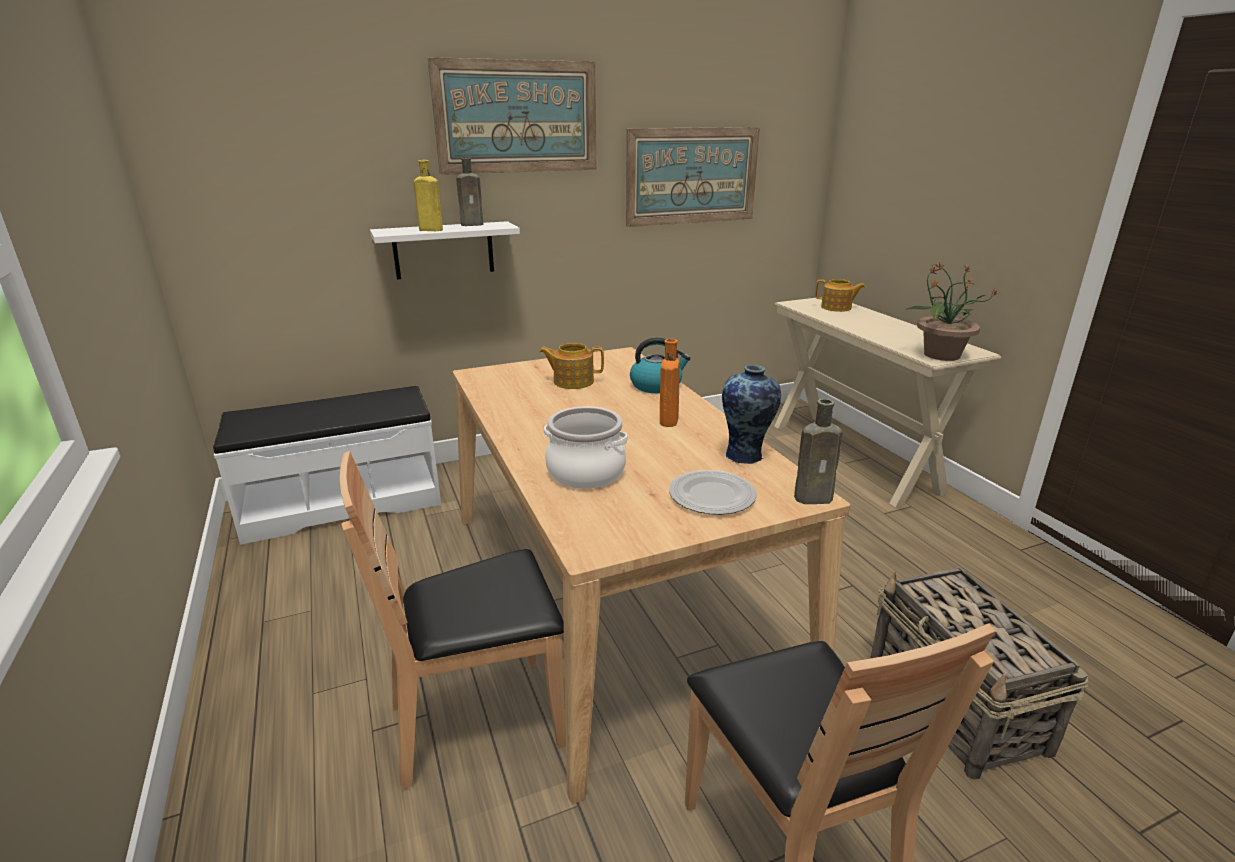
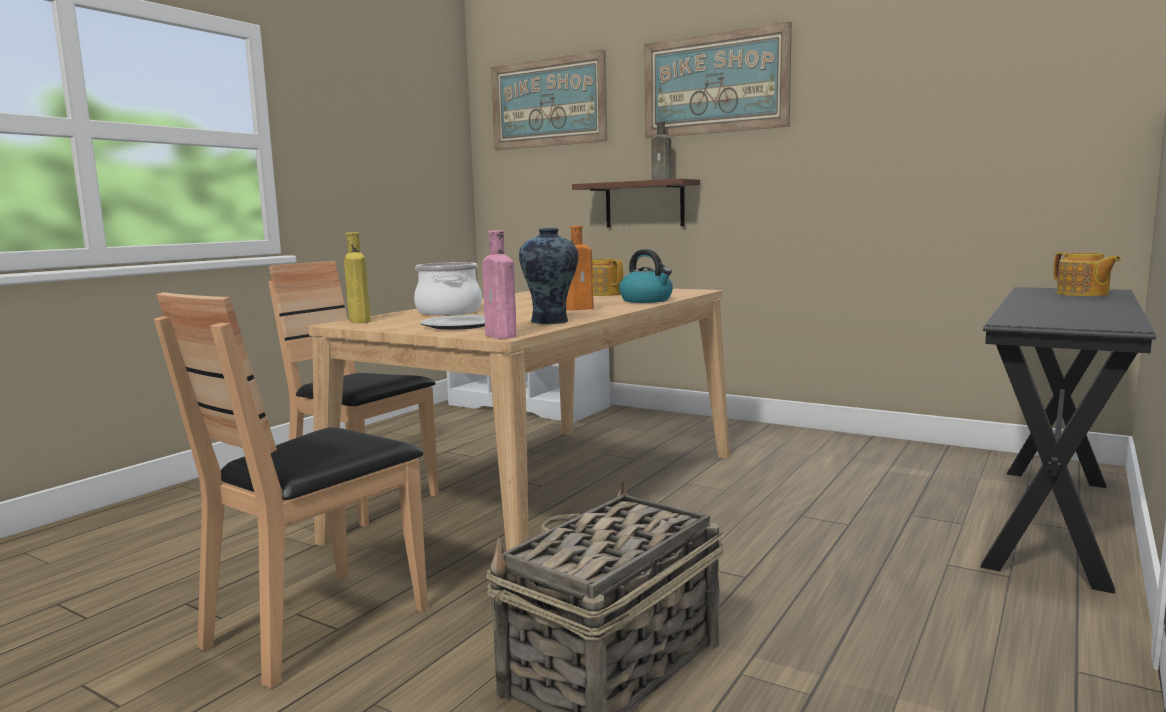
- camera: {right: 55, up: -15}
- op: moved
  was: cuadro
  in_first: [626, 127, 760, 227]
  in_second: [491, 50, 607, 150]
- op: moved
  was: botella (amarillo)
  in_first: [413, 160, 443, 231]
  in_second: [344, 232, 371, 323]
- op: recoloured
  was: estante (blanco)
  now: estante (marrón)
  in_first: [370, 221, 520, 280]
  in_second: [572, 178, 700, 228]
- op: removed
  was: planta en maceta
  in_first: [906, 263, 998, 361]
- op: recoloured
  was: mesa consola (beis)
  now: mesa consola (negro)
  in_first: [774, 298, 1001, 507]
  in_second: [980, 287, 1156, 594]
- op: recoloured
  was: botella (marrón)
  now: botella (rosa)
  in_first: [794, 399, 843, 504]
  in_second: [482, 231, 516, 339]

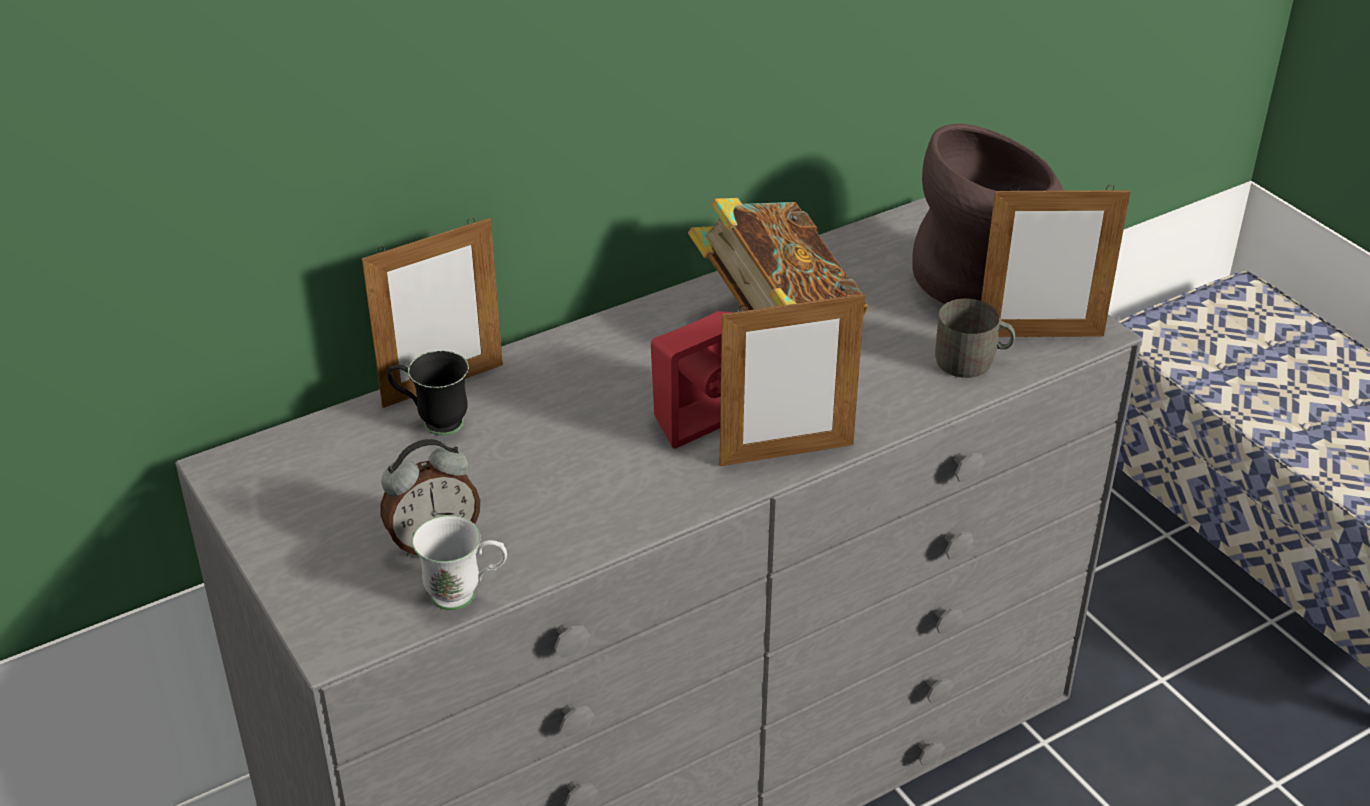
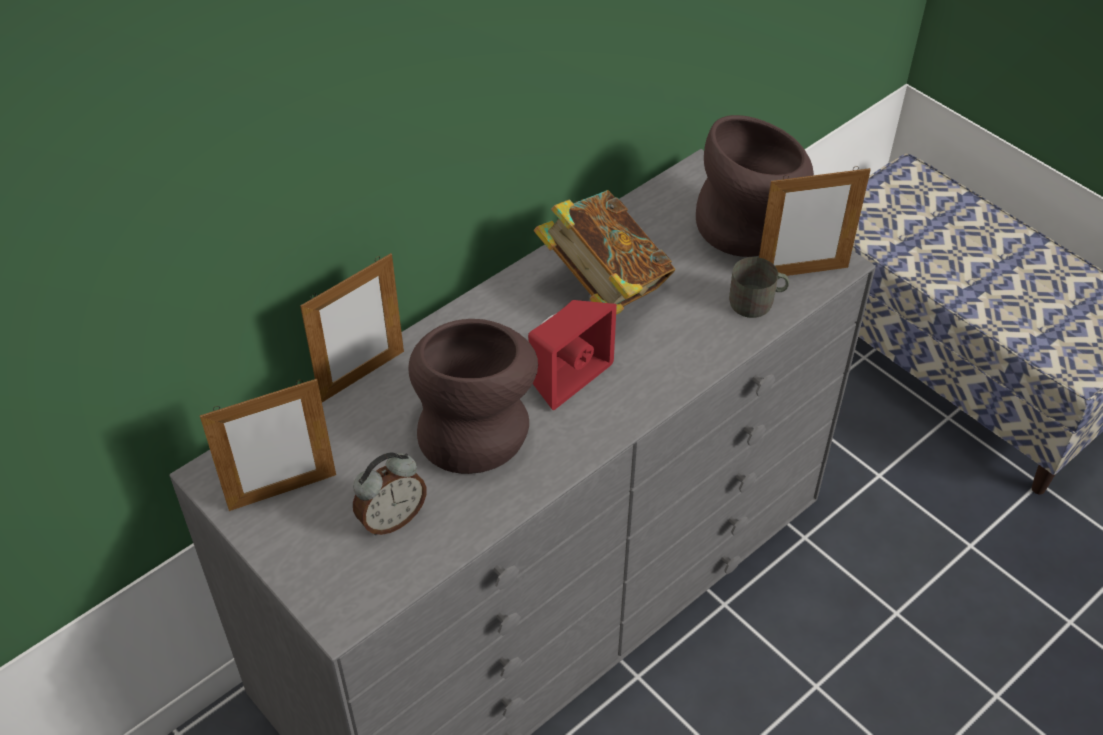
- camera: {right: -10, up: 10}
- op: moved
  was: portarretratos
  in_first: [720, 291, 865, 466]
  in_second: [200, 379, 336, 511]
- op: removed
  was: taza grande (negro)
  in_first: [388, 351, 469, 435]
- op: removed
  was: taza grande (blanco)
  in_first: [412, 516, 507, 610]
- op: added
  now: florero (marrón)
  in_second: [408, 319, 538, 474]

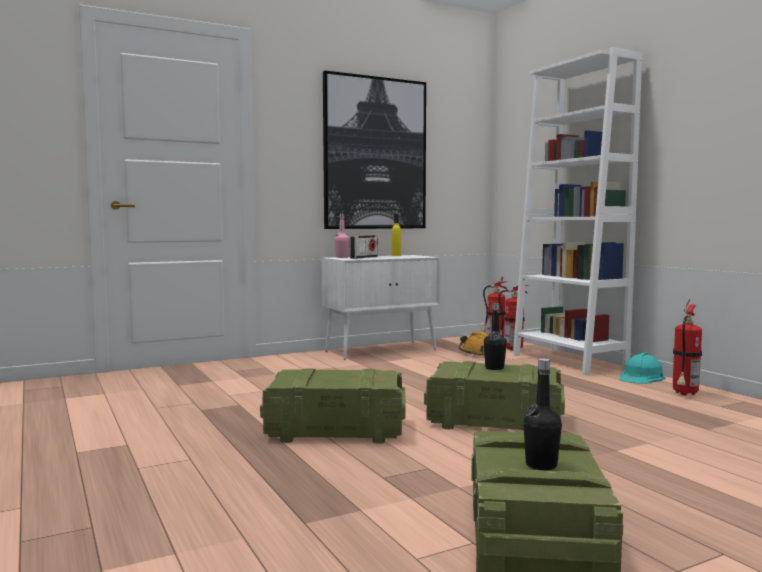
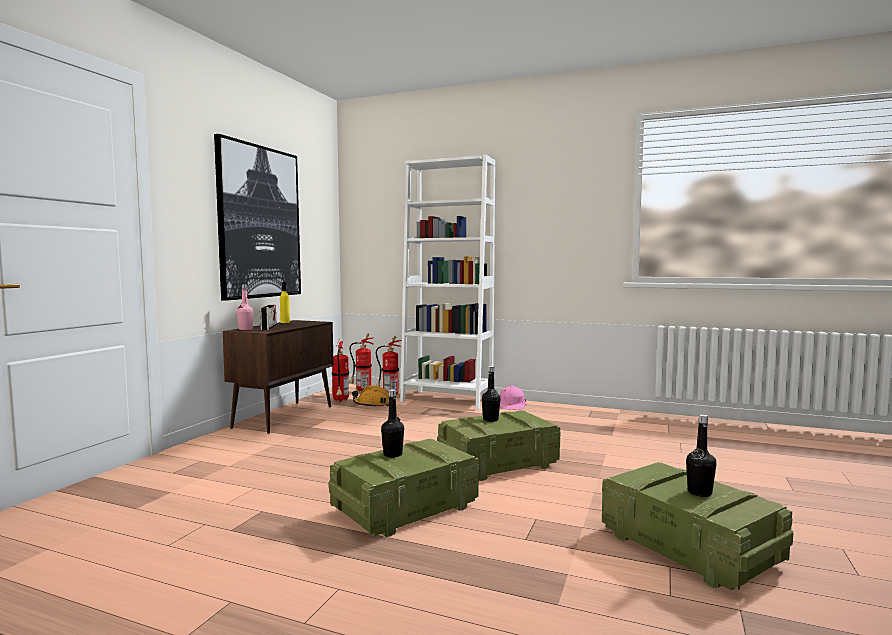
- camera: {right: -40, up: 0}
- op: recoloured
  was: armario (blanco)
  now: armario (marrón)
  in_first: [322, 255, 440, 360]
  in_second: [223, 320, 334, 434]
- op: moved
  was: extintor
  in_first: [673, 299, 702, 395]
  in_second: [332, 340, 349, 402]
- op: recoloured
  was: casco (turquesa)
  now: casco (rosa)
  in_first: [619, 353, 665, 384]
  in_second: [500, 385, 527, 410]
- op: added
  now: botella (negro)
  in_second: [381, 389, 404, 458]

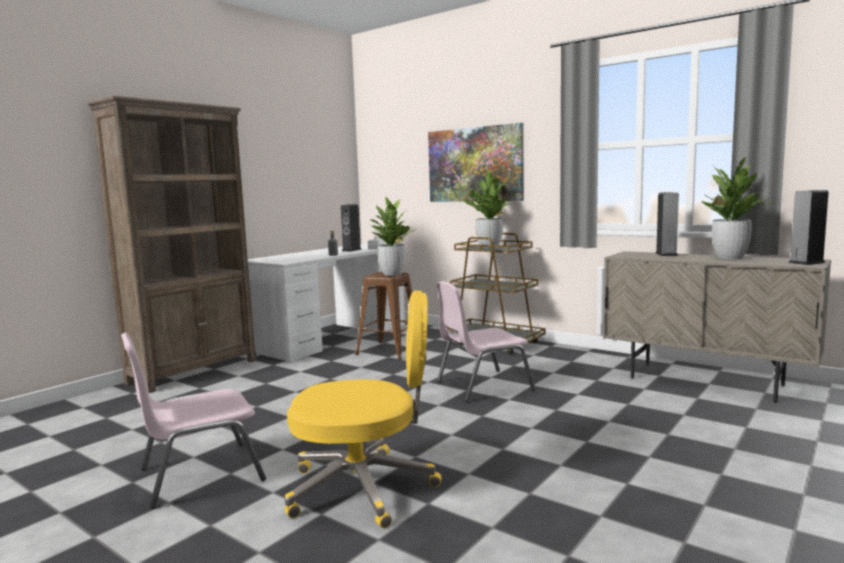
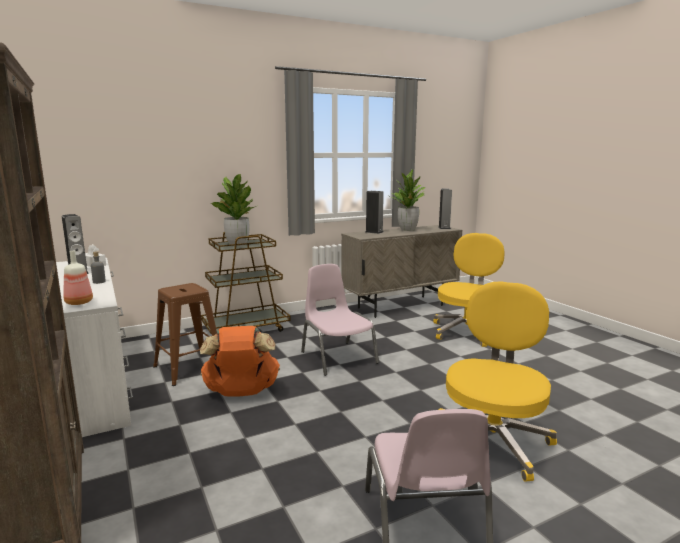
- camera: {right: -65, up: 5}
- op: removed
  was: cuadro
  in_first: [428, 123, 524, 202]
- op: removed
  was: planta en maceta
  in_first: [370, 197, 416, 276]
- op: turned
  was: silla (rosa)
  in_first: [437, 281, 535, 402]
  in_second: [301, 264, 379, 376]
  clockwise: 150
- op: added
  now: silla de oficina (amarillo)
  in_second: [433, 233, 505, 347]
- op: added
  now: botella
  in_second: [63, 251, 93, 305]
- op: added
  now: mochila (naranja)
  in_second: [200, 326, 280, 397]

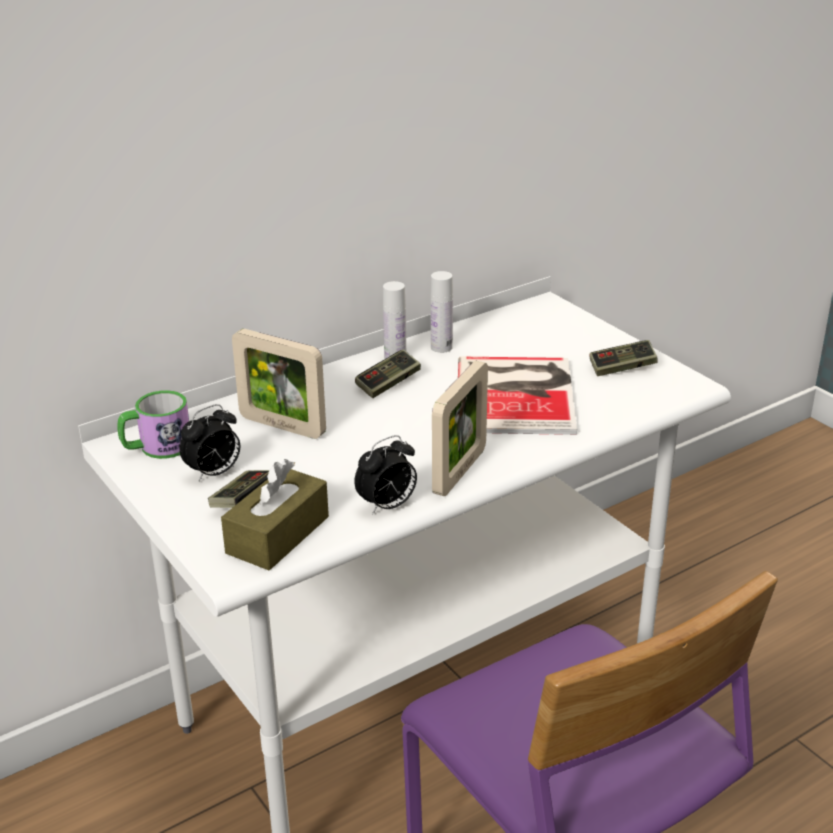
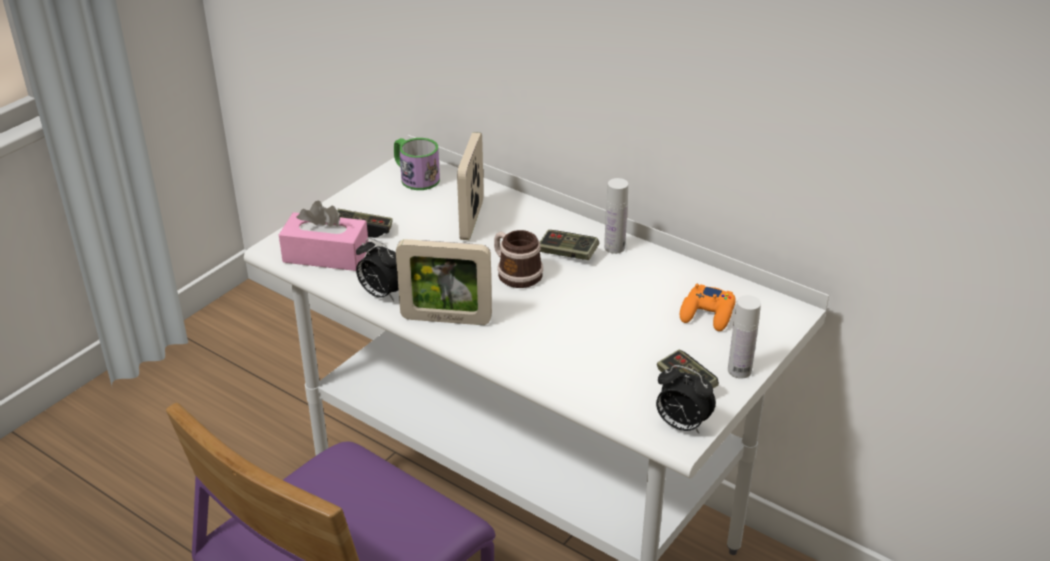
- camera: {right: 70, up: 5}
- op: moved
  was: botella (blanco)
  in_first: [430, 271, 453, 353]
  in_second: [728, 295, 761, 379]
- op: removed
  was: libro
  in_first: [458, 356, 577, 435]
- op: moved
  was: despertador
  in_first: [179, 404, 240, 481]
  in_second: [656, 365, 716, 434]
- op: recoloured
  was: caja de pañuelos (marrón)
  now: caja de pañuelos (rosa)
  in_first: [221, 459, 329, 570]
  in_second: [279, 201, 368, 271]
- op: added
  now: taza grande
  in_second: [494, 230, 543, 288]
- op: added
  now: mando de consola (naranja)
  in_second: [680, 284, 736, 331]

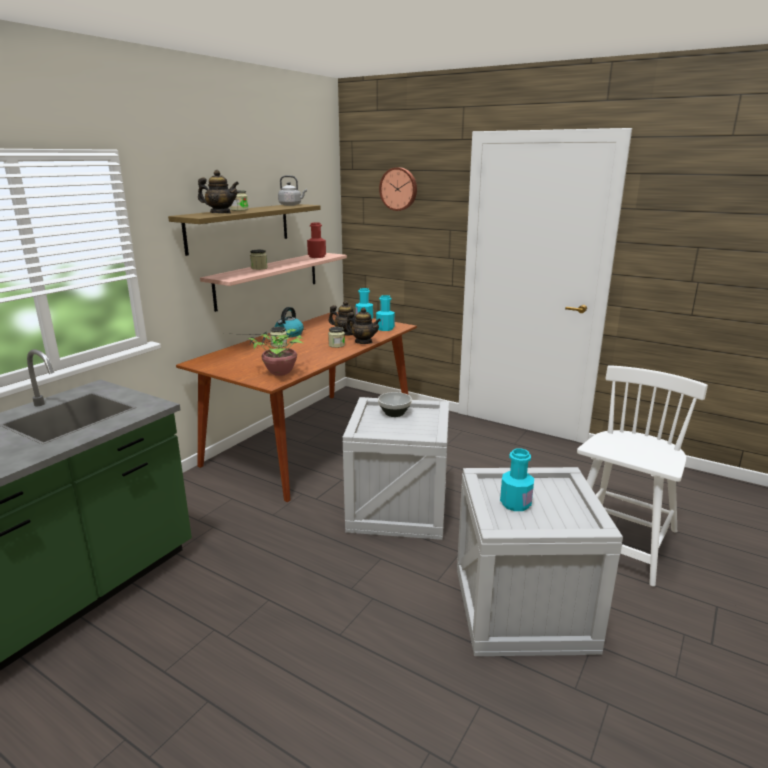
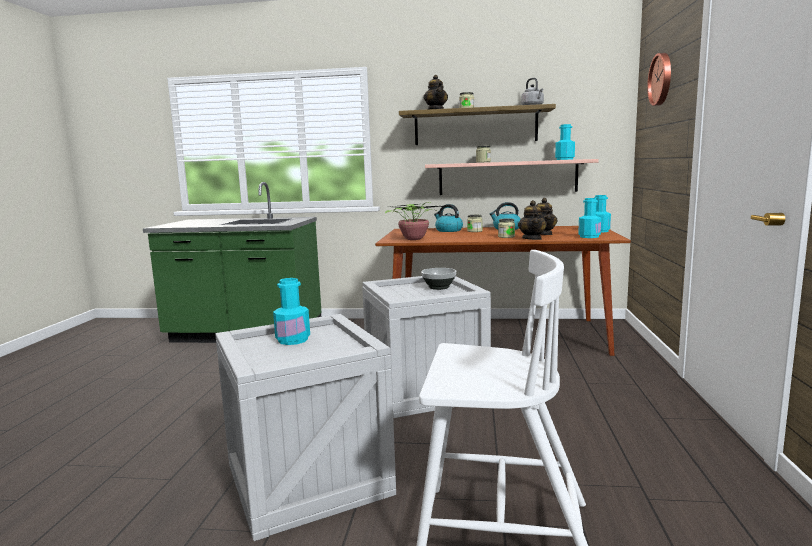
- camera: {right: 65, up: -10}
- op: recoloured
  was: botella (rojo)
  now: botella (turquesa)
  in_first: [307, 222, 326, 258]
  in_second: [555, 124, 575, 160]
- op: added
  now: hervidor
  in_second: [434, 204, 463, 232]

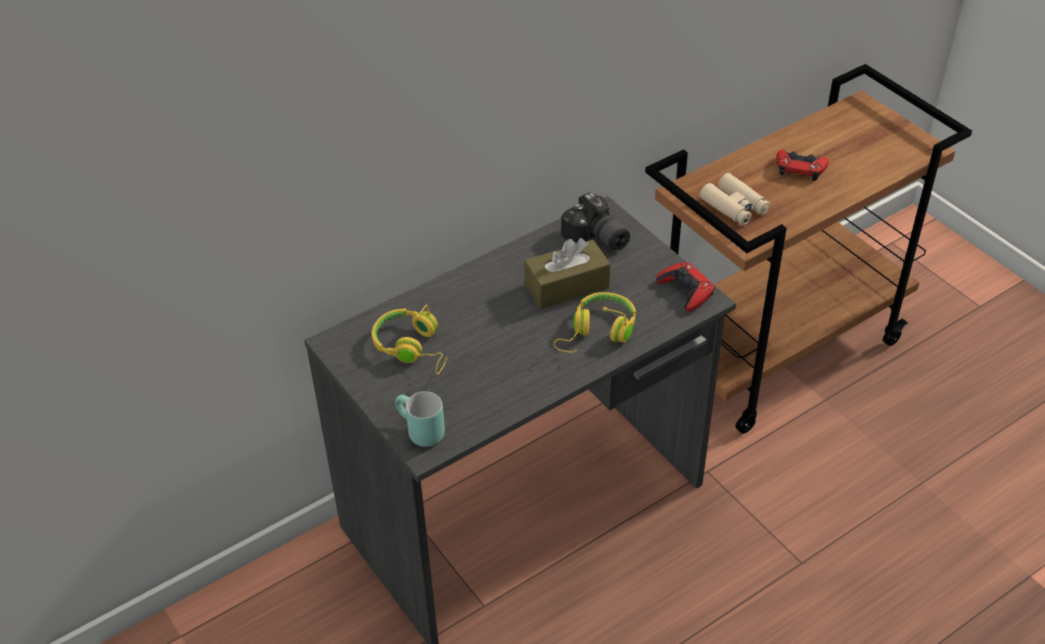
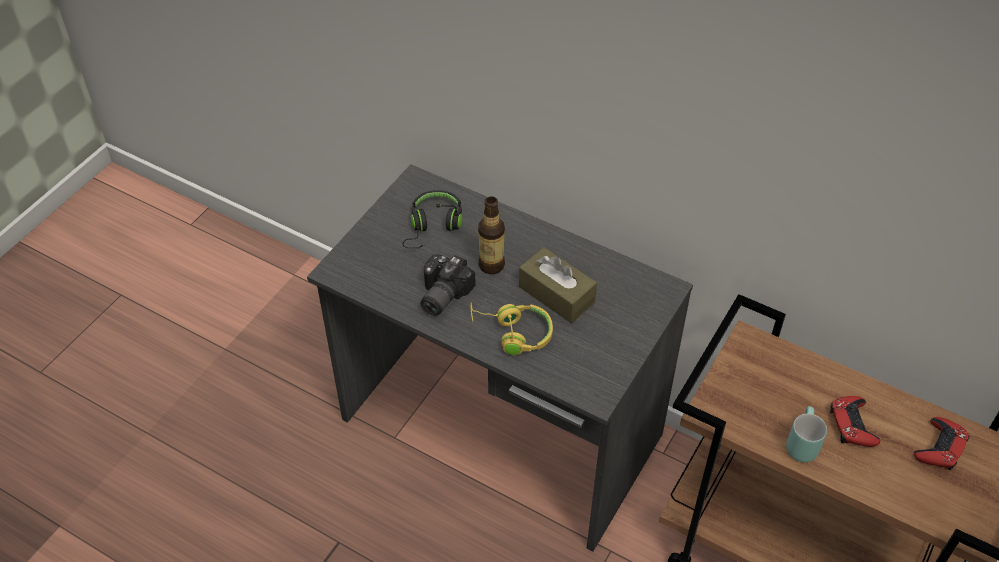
- camera: {right: 65, up: 5}
- op: removed
  was: prismáticos (beis)
  in_first: [700, 173, 770, 226]
- op: moved
  was: cámara
  in_first: [561, 192, 630, 251]
  in_second: [421, 254, 475, 316]
- op: moved
  was: mando de consola (rojo)
  in_first: [656, 262, 715, 311]
  in_second: [914, 417, 970, 470]
- op: recoloured
  was: auriculares (amarillo)
  now: auriculares (negro)
  in_first: [372, 305, 448, 375]
  in_second: [403, 190, 462, 248]
- op: moved
  was: taza grande (turquesa)
  in_first: [395, 391, 445, 447]
  in_second: [786, 406, 827, 462]
- op: added
  now: botella
  in_second: [478, 196, 505, 274]

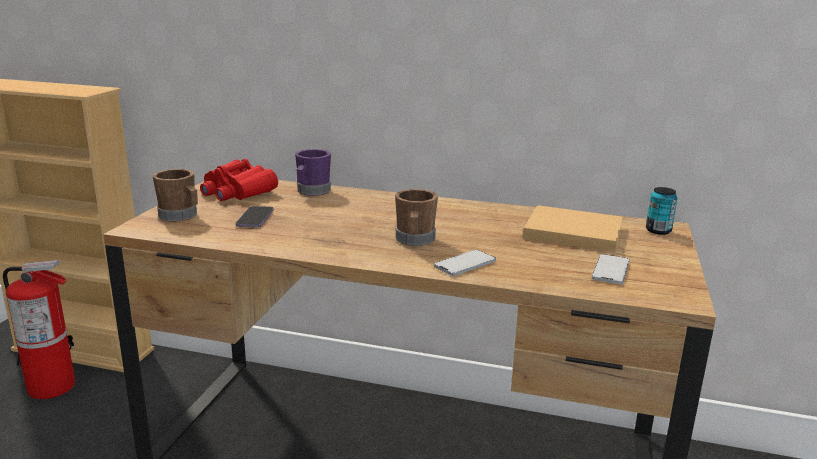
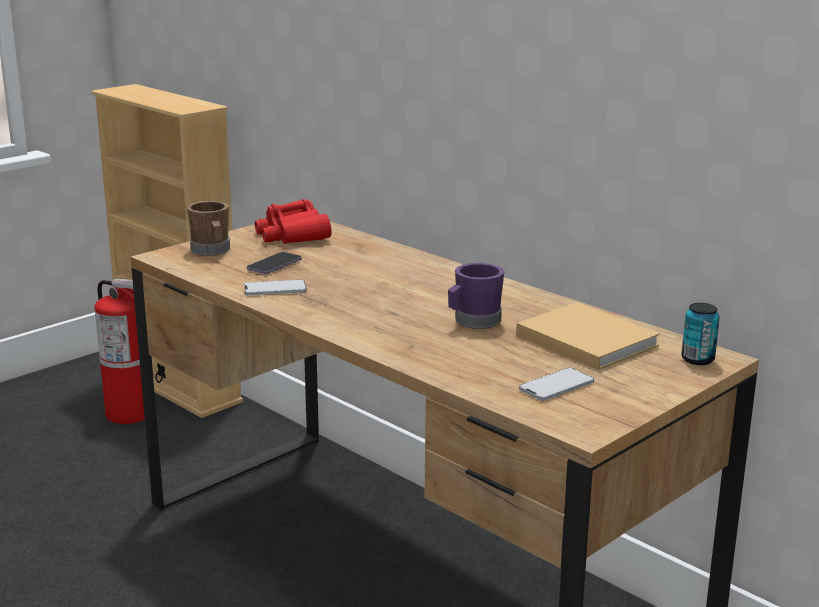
- camera: {right: 30, up: 0}
- op: moved
  was: taza grande (morado)
  in_first: [295, 149, 331, 196]
  in_second: [448, 263, 504, 329]
- op: removed
  was: taza grande (marrón)
  in_first: [395, 189, 438, 246]
- op: moved
  was: móvil
  in_first: [434, 250, 496, 276]
  in_second: [244, 279, 307, 295]

